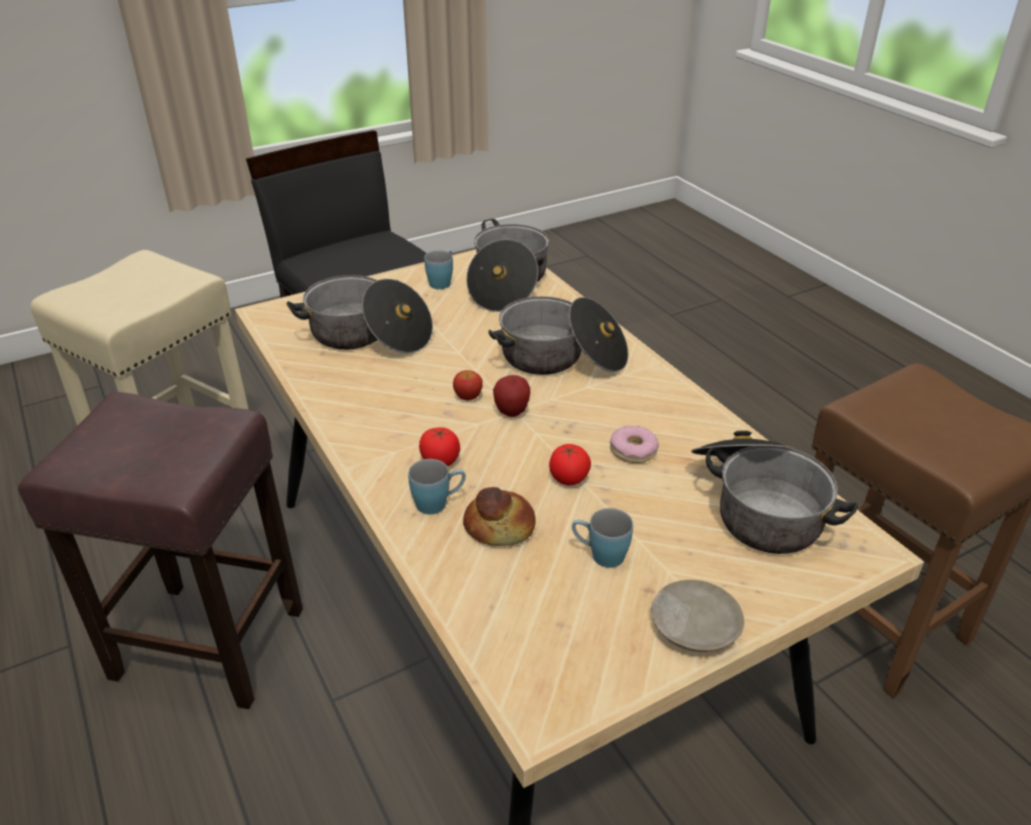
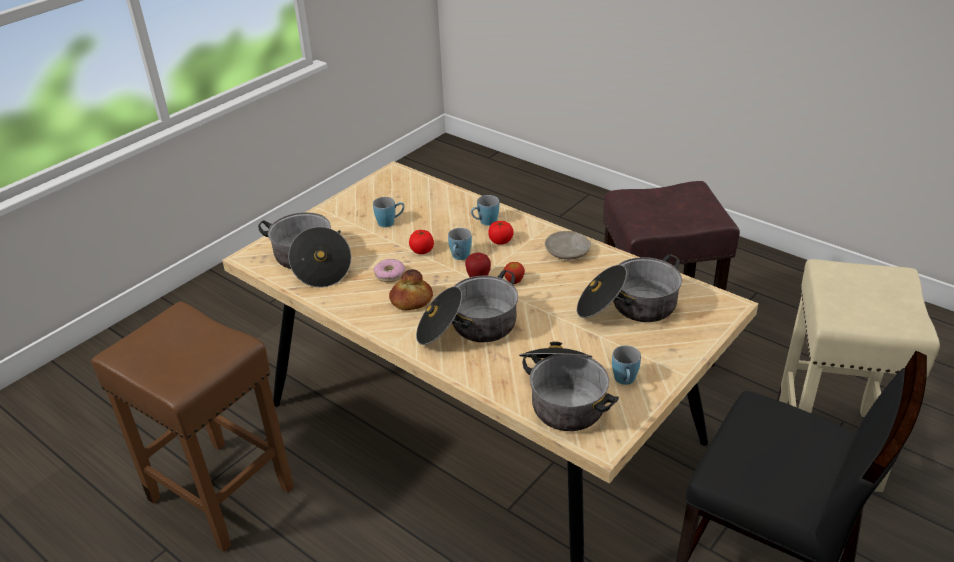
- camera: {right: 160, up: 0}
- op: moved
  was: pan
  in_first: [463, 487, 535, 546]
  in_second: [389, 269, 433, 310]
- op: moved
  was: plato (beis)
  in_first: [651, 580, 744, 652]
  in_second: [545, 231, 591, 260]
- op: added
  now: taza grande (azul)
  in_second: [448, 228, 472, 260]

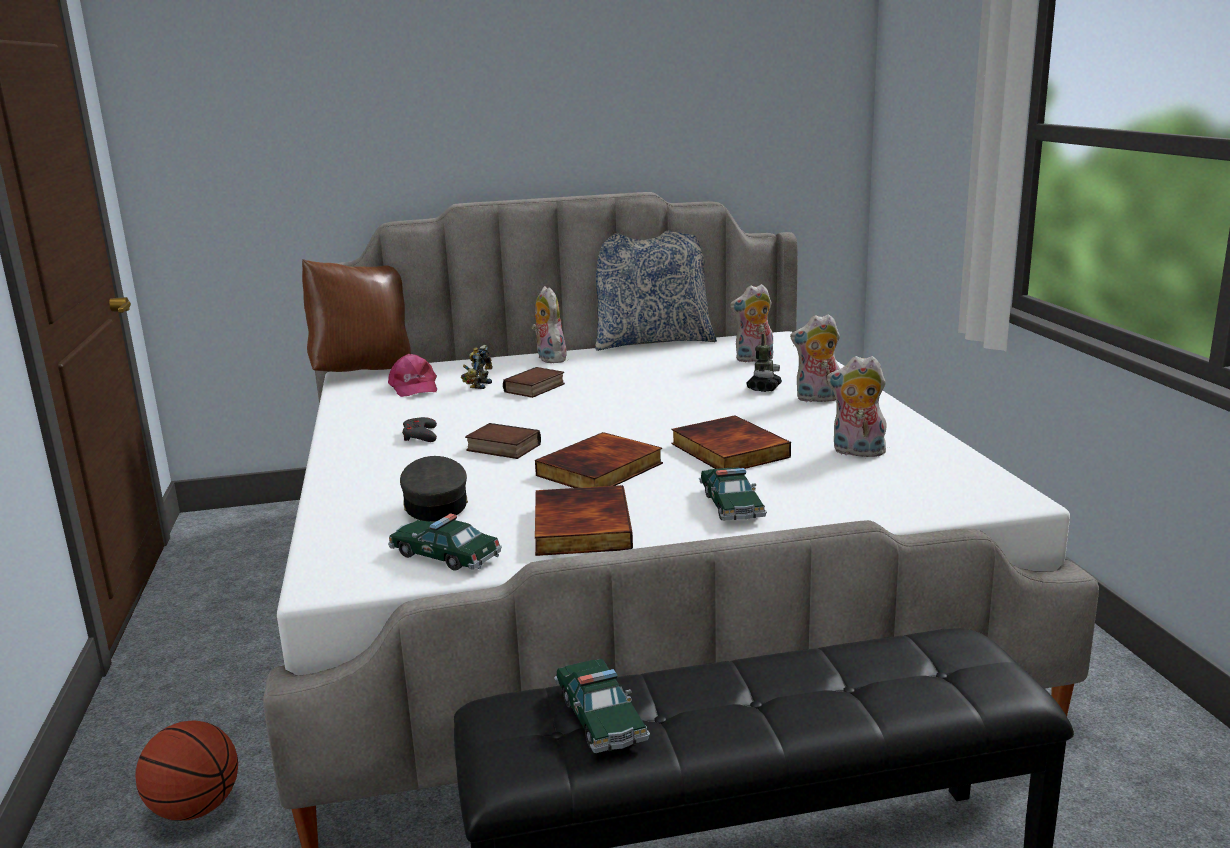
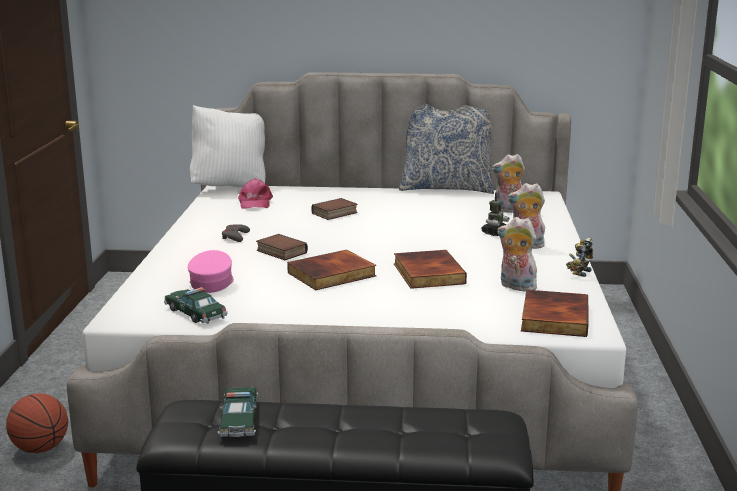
- camera: {right: 15, up: 0}
- op: recoloured
  was: cojín (marrón)
  now: cojín (blanco)
  in_first: [302, 259, 411, 372]
  in_second: [190, 105, 266, 188]
- op: removed
  was: peluche
  in_first: [532, 286, 567, 363]
- op: moved
  was: robot de juguete
  in_first: [461, 345, 493, 389]
  in_second: [566, 238, 593, 277]
- op: recoloured
  was: gorra (gris)
  now: gorra (rosa)
  in_first: [400, 456, 468, 522]
  in_second: [188, 250, 234, 293]
- op: removed
  was: coche de juguete
  in_first: [699, 467, 767, 521]
- op: moved
  was: libro
  in_first: [535, 485, 633, 556]
  in_second: [521, 290, 589, 337]

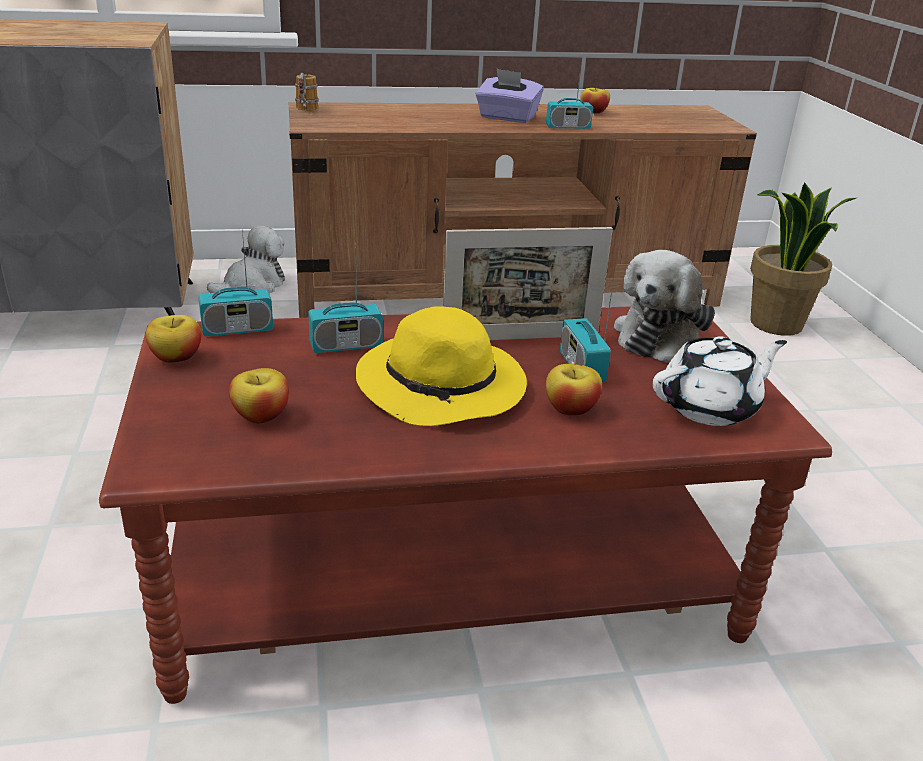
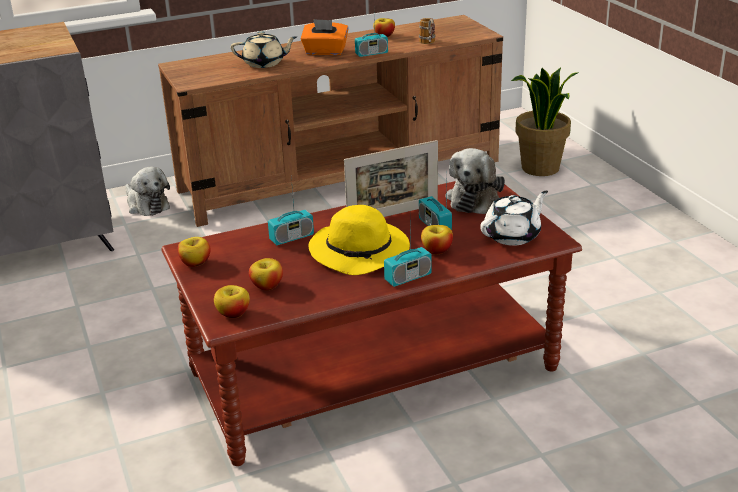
- camera: {right: -10, up: 0}
- op: recoloured
  was: caja de pañuelos (morado)
  now: caja de pañuelos (naranja)
  in_first: [476, 69, 544, 123]
  in_second: [301, 19, 349, 55]
- op: moved
  was: taza grande
  in_first: [295, 73, 319, 110]
  in_second: [419, 18, 435, 44]
- op: turned
  was: peluche
  in_first: [207, 226, 285, 293]
  in_second: [125, 167, 170, 216]
  clockwise: 105
- op: moved
  was: radio
  in_first: [198, 230, 273, 337]
  in_second: [384, 225, 432, 287]
- op: added
  now: tetera (beis)
  in_second: [231, 31, 297, 68]
- op: added
  now: manzana
  in_second: [214, 285, 250, 318]

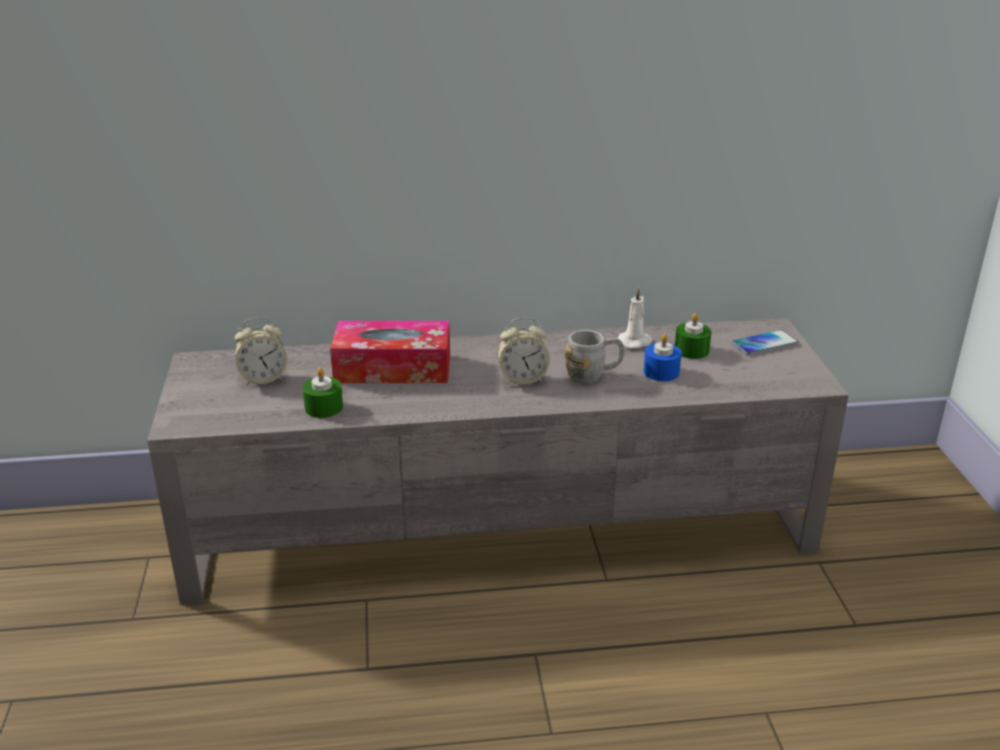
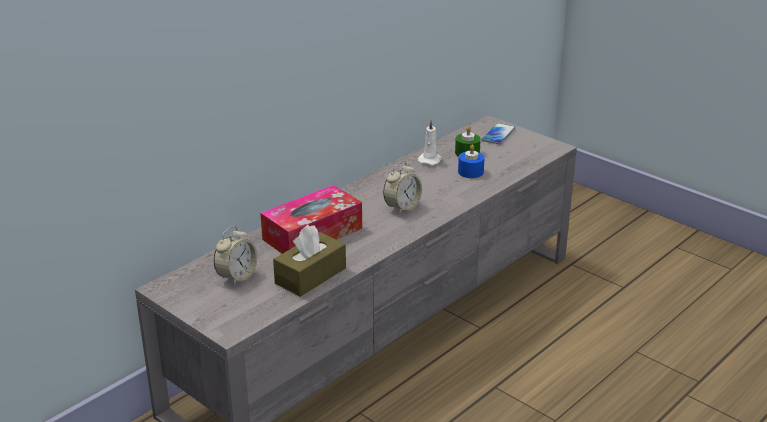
- camera: {right: -40, up: 0}
- op: removed
  was: taza grande (gris)
  in_first: [565, 330, 624, 383]
- op: replaced
  was: vela (verde)
  now: caja de pañuelos (marrón)
  in_first: [303, 368, 343, 418]
  in_second: [273, 225, 346, 297]

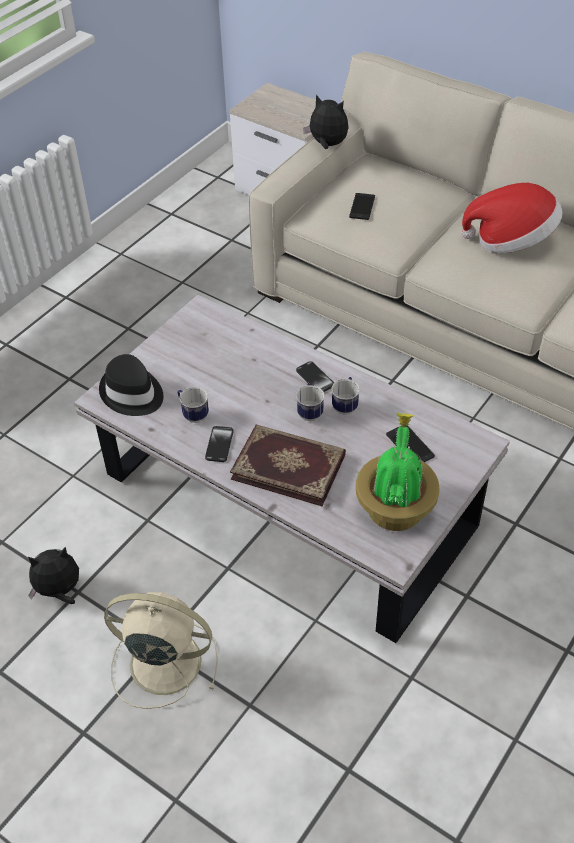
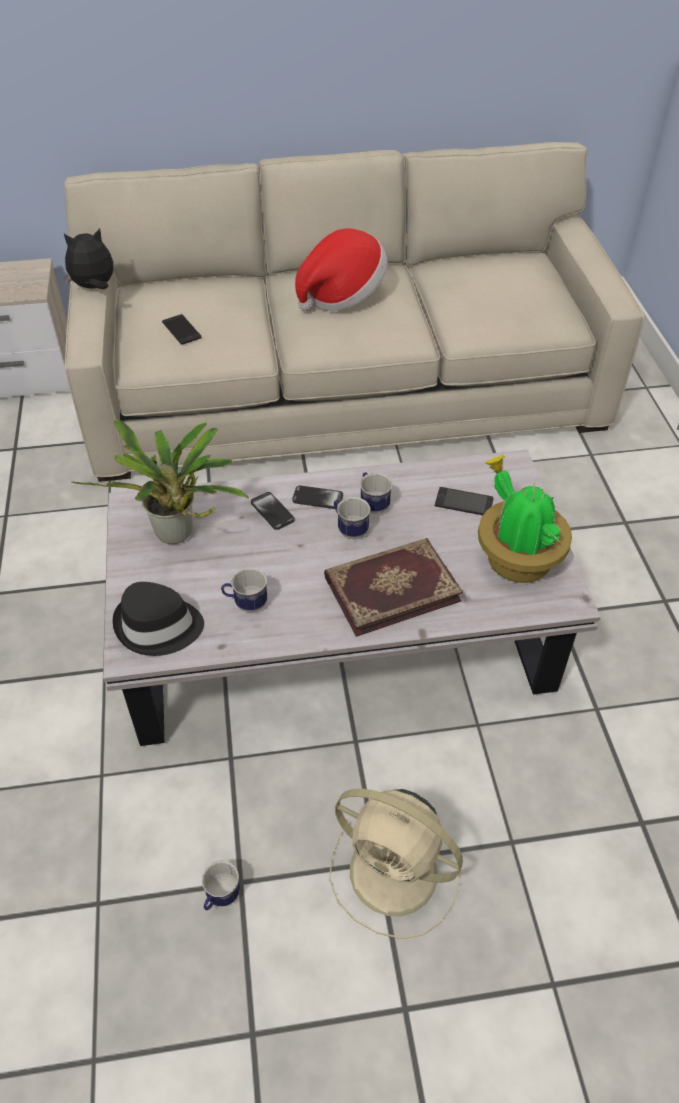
- camera: {right: -45, up: 0}
- op: moved
  was: móvil
  in_first: [205, 426, 233, 462]
  in_second: [251, 492, 295, 530]
- op: replaced
  was: peluche
  now: taza grande
  in_first: [28, 547, 79, 604]
  in_second: [202, 861, 240, 911]
- op: turned
  was: ventilador (beis)
  in_first: [104, 592, 218, 709]
  in_second: [329, 789, 463, 939]
  clockwise: -120
- op: added
  now: planta en maceta
  in_second: [71, 420, 249, 544]

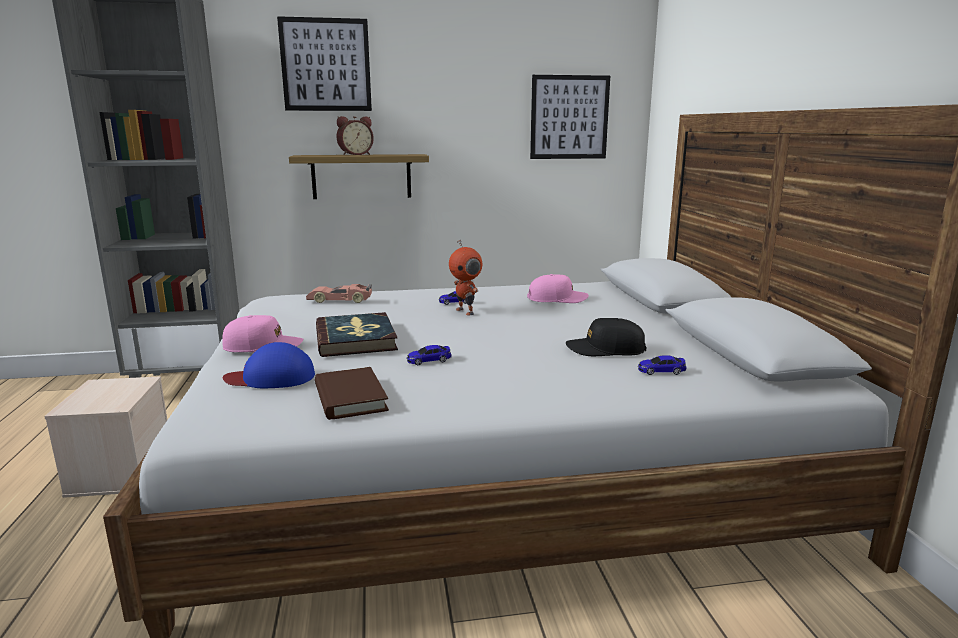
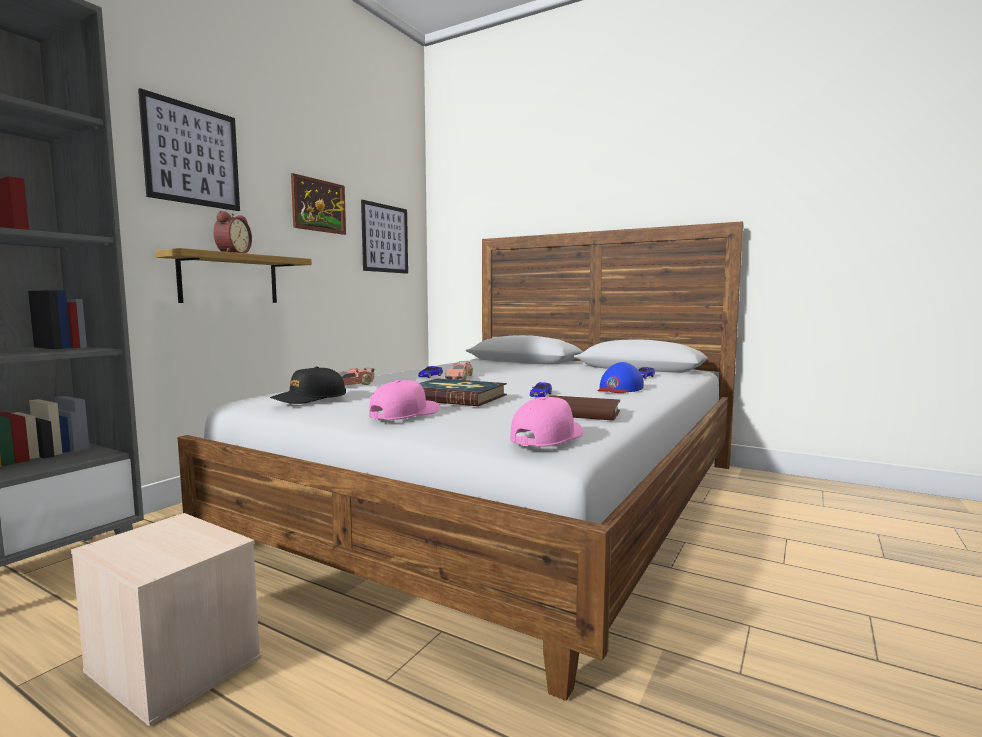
- camera: {right: -50, up: -10}
- op: replaced
  was: robot de juguete
  now: coche de juguete
  in_first: [449, 239, 482, 316]
  in_second: [445, 361, 473, 380]
- op: moved
  was: gorra (rosa)
  in_first: [527, 274, 589, 303]
  in_second: [510, 397, 583, 447]
- op: moved
  was: gorra (negro)
  in_first: [566, 318, 646, 356]
  in_second: [270, 366, 346, 404]
- op: moved
  was: gorra (azul)
  in_first: [223, 342, 315, 388]
  in_second: [597, 362, 644, 393]
- op: added
  now: cuadro
  in_second: [291, 173, 346, 235]

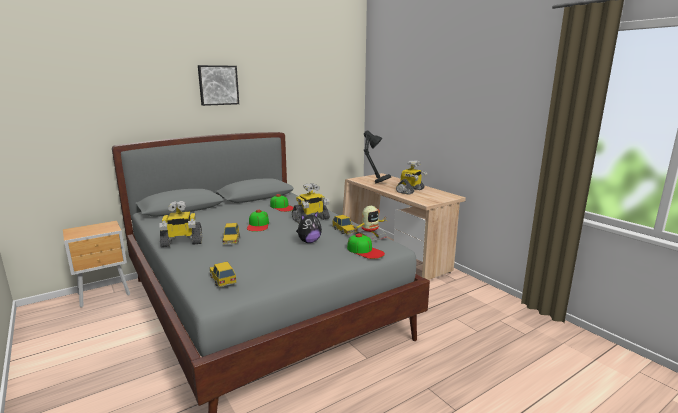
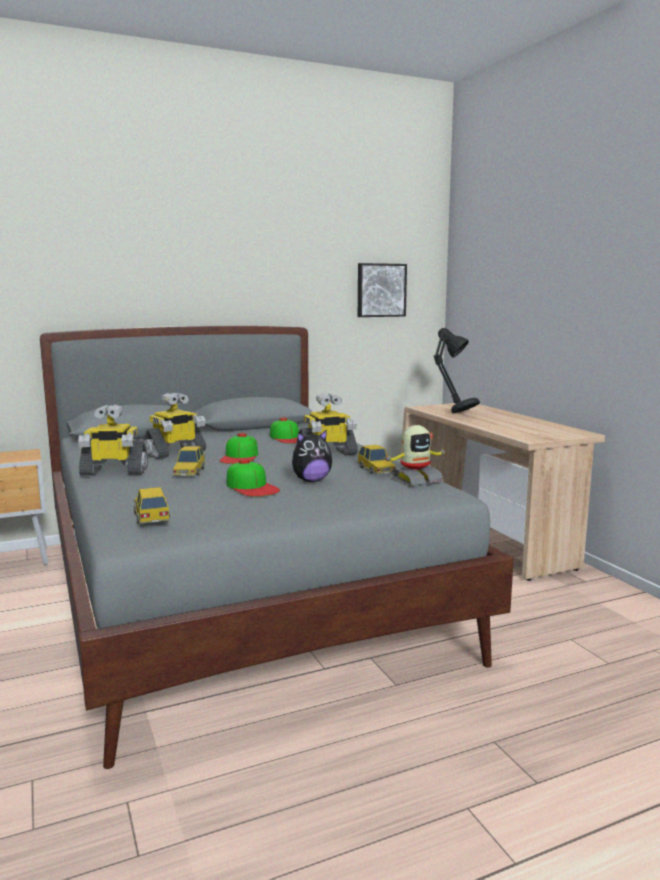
- camera: {right: 10, up: -5}
- op: moved
  was: cuadro
  in_first: [198, 65, 239, 106]
  in_second: [358, 263, 407, 317]
- op: moved
  was: robot de juguete
  in_first: [396, 160, 427, 195]
  in_second: [143, 393, 206, 459]
- op: moved
  was: gorra
  in_first: [347, 233, 385, 259]
  in_second: [227, 459, 280, 497]

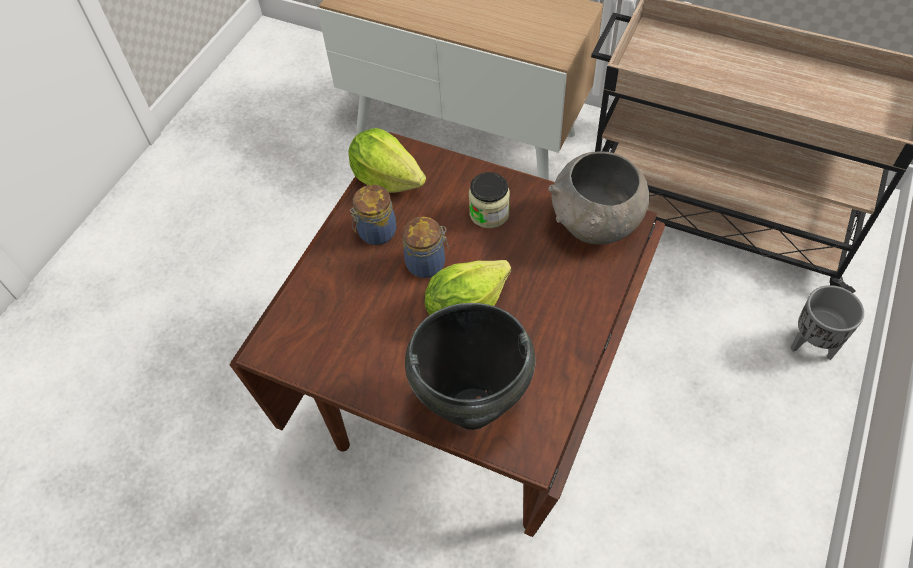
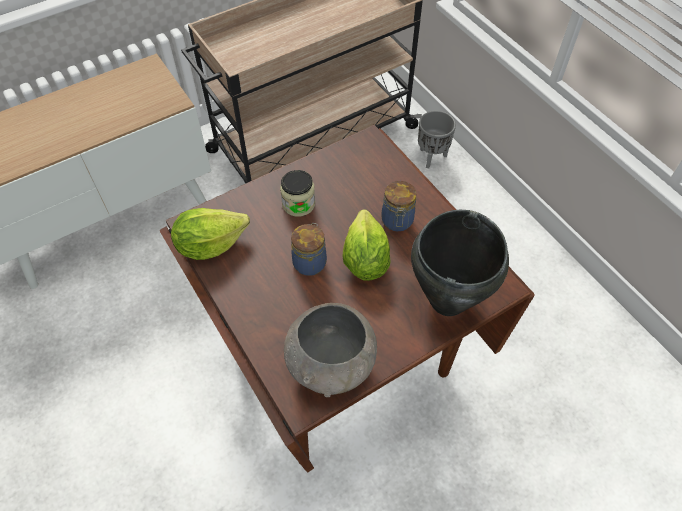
- camera: {right: -60, up: 0}
- op: moved
  was: cuenco (gris)
  in_first: [548, 151, 649, 245]
  in_second: [284, 303, 377, 397]
- op: moved
  was: tarro
  in_first: [350, 185, 396, 245]
  in_second: [381, 181, 416, 231]

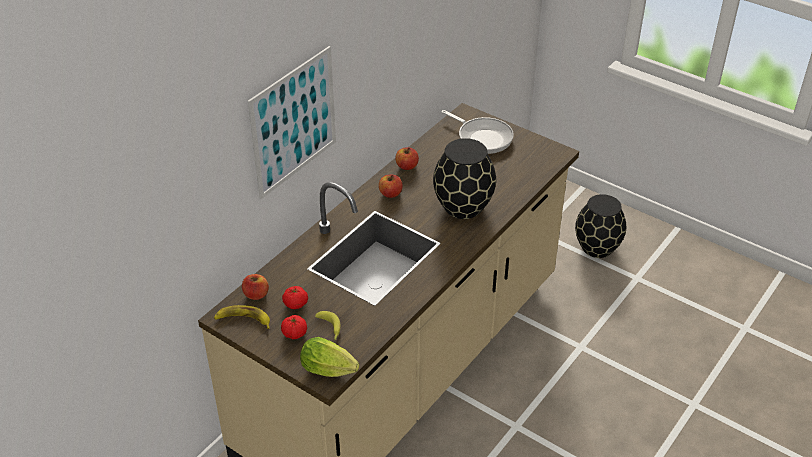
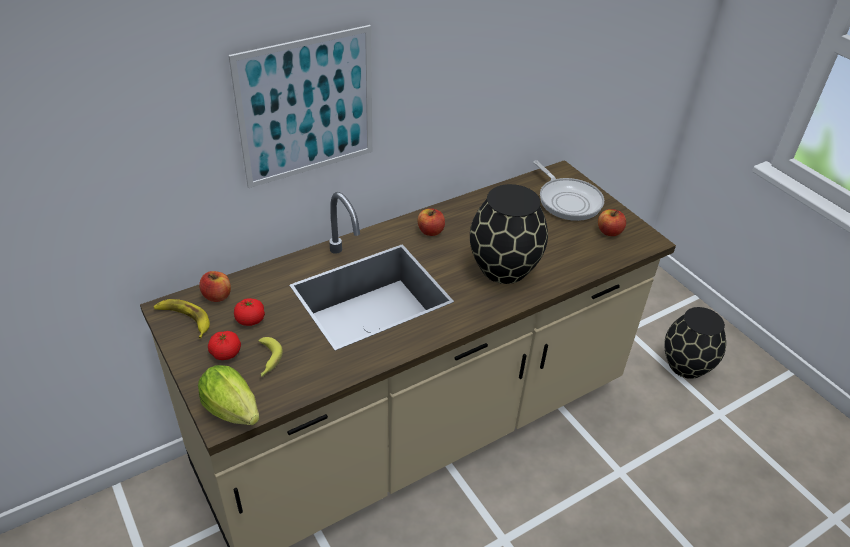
- camera: {right: 20, up: 0}
- op: moved
  was: manzana
  in_first: [395, 147, 419, 170]
  in_second: [598, 209, 626, 236]

